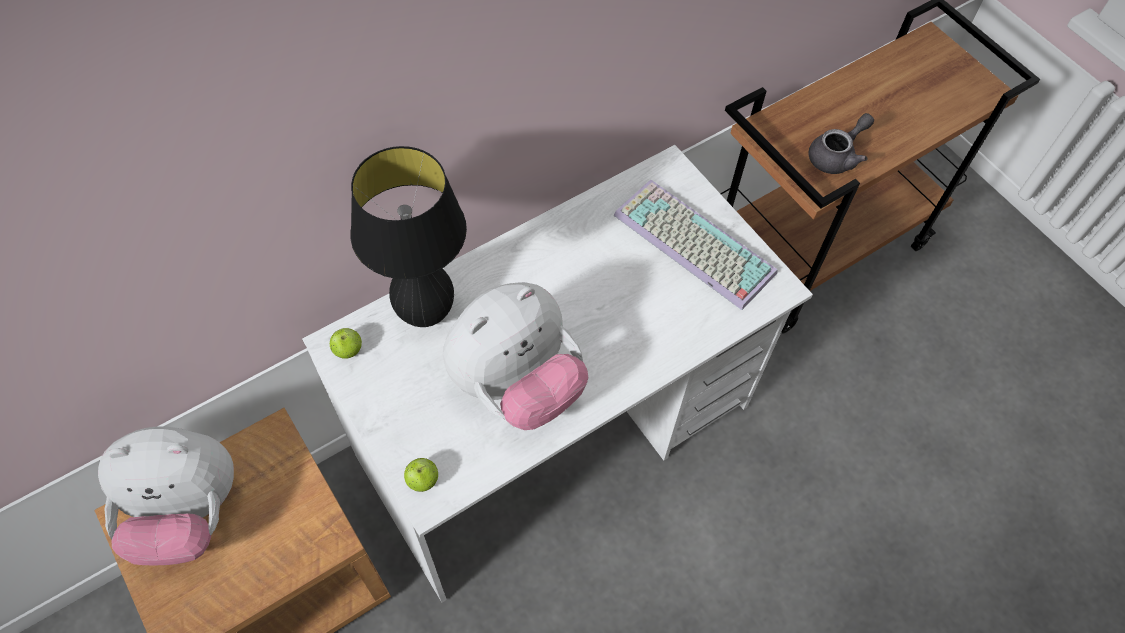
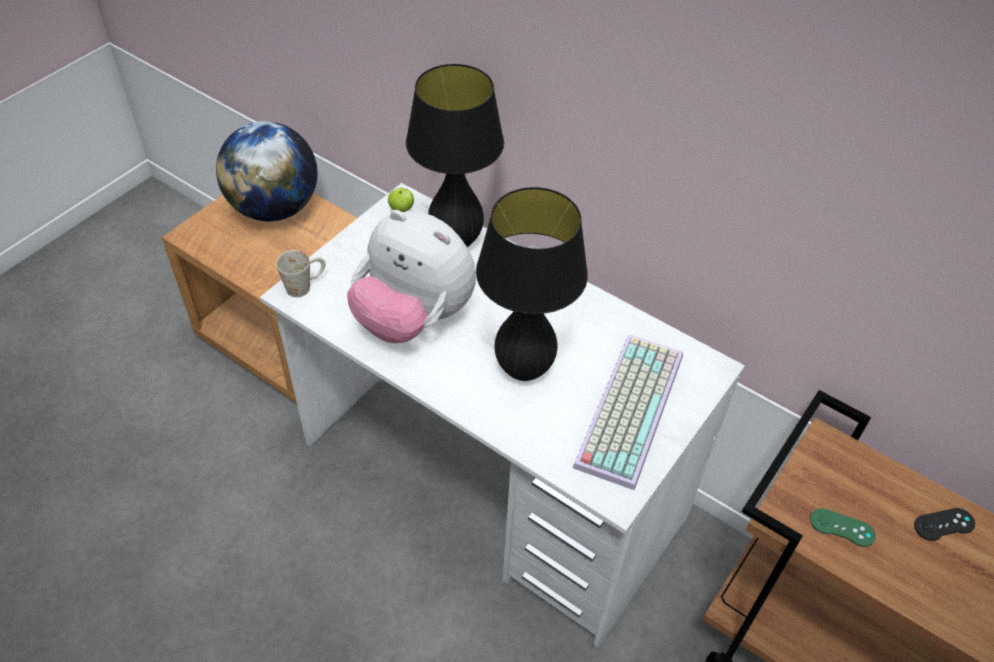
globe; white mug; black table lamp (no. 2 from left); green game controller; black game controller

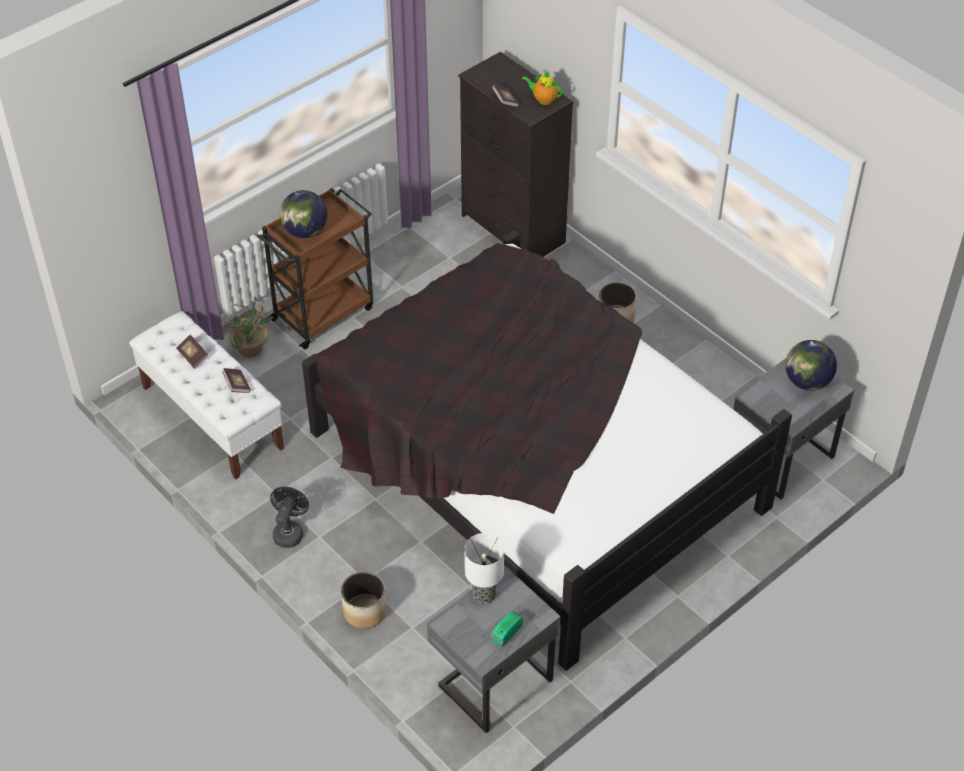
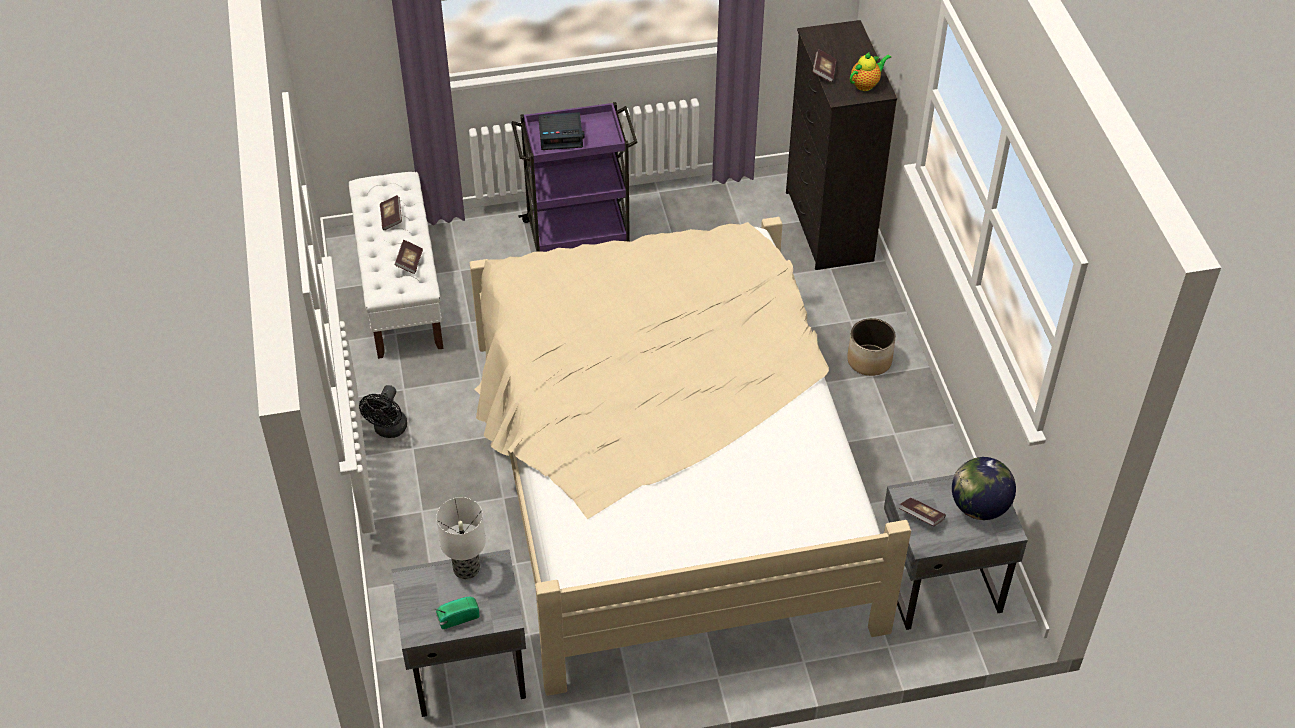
black fan; beige bed; purple cart; alarm clock; teapot; book (no. 4 from left); potted plant; planter (no. 1 from left in the first image)

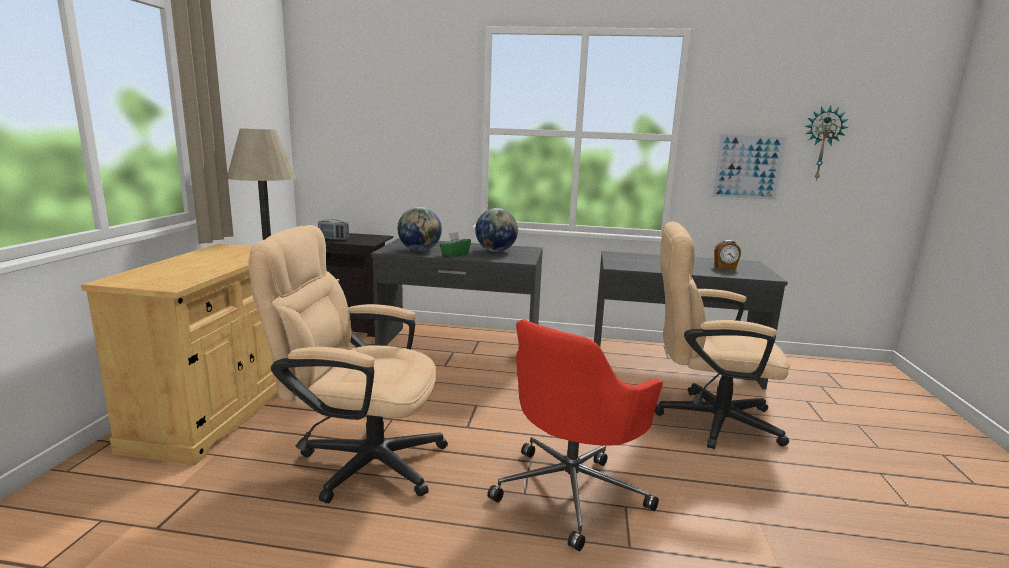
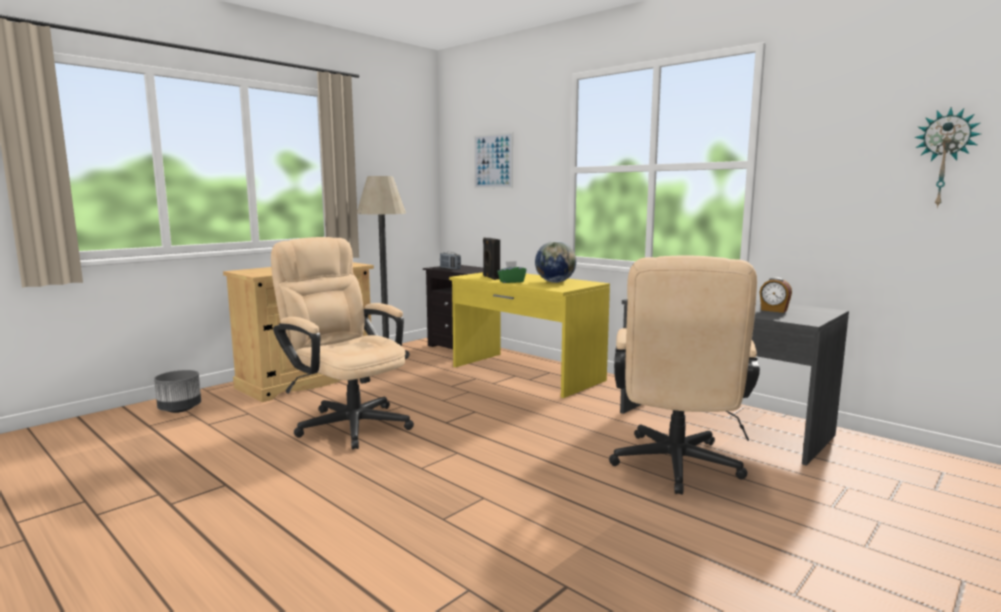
grey planter; yellow desk; picture; black speaker; beige office chair (no. 2 from left); red office chair

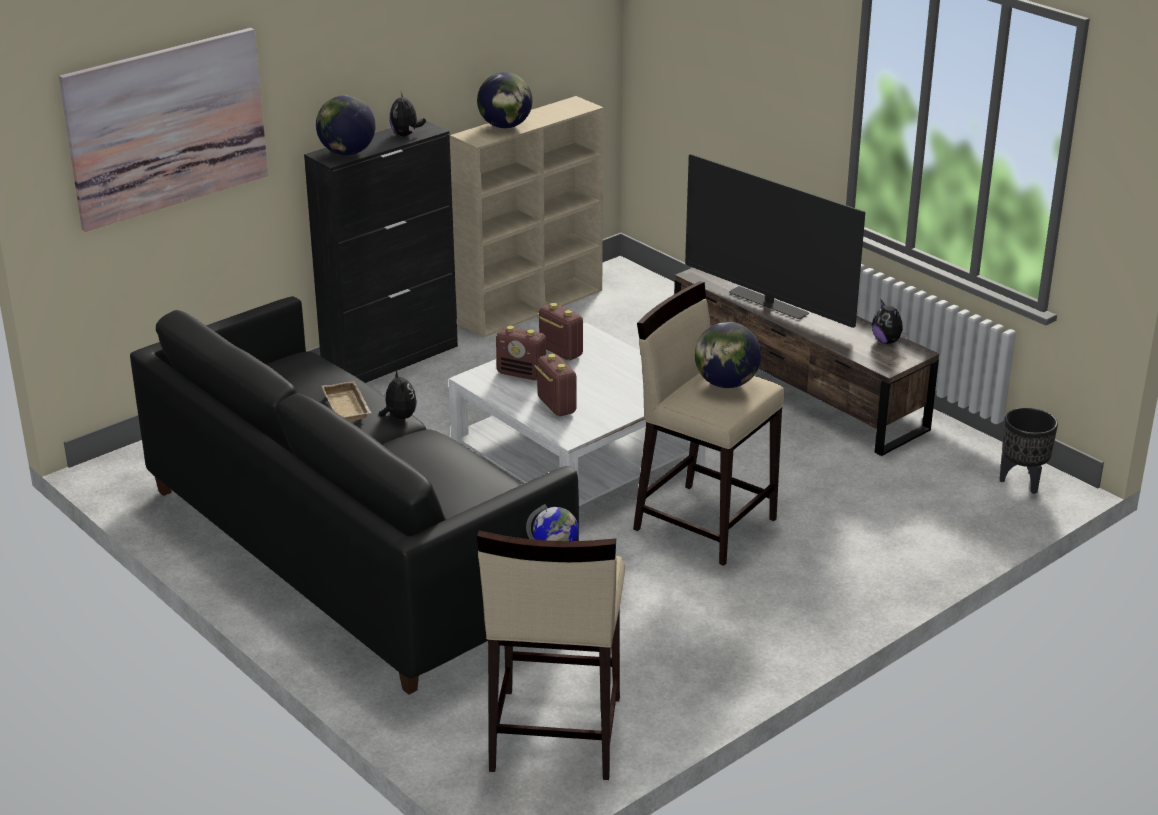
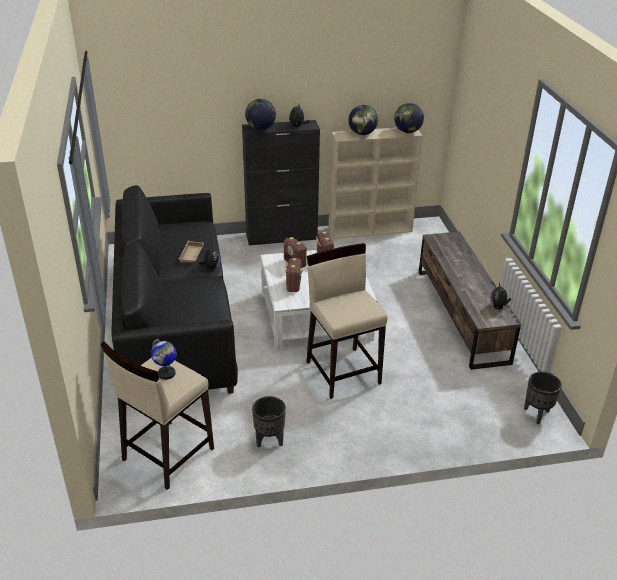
black planter (no. 1 from left); globe (no. 4 from left); picture; television

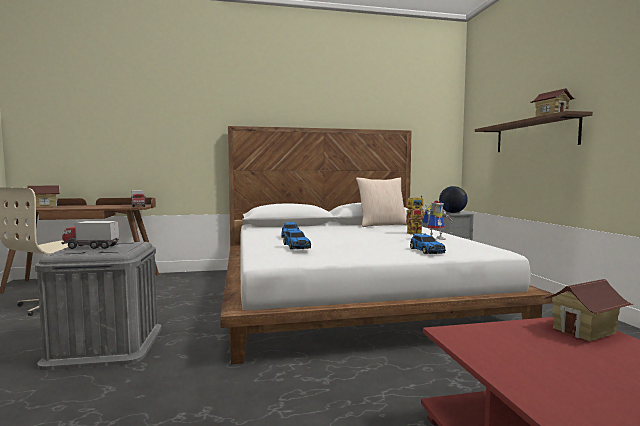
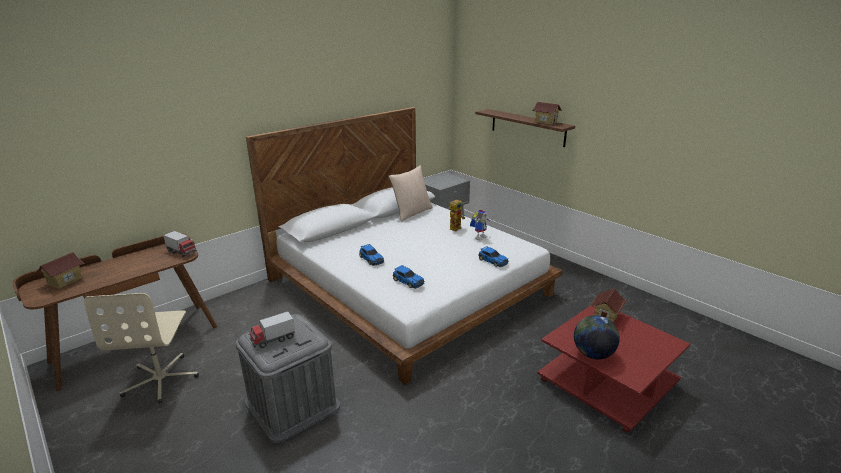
globe

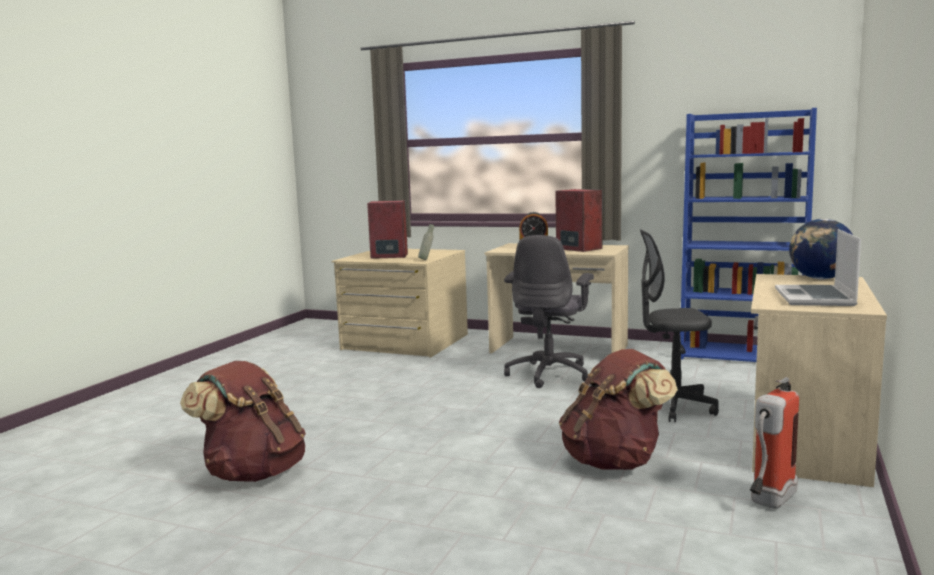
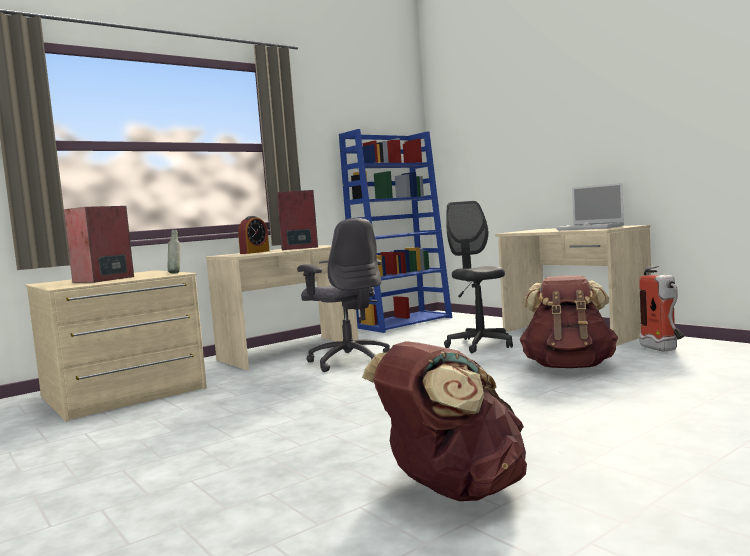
grey office chair (no. 2 from left); globe

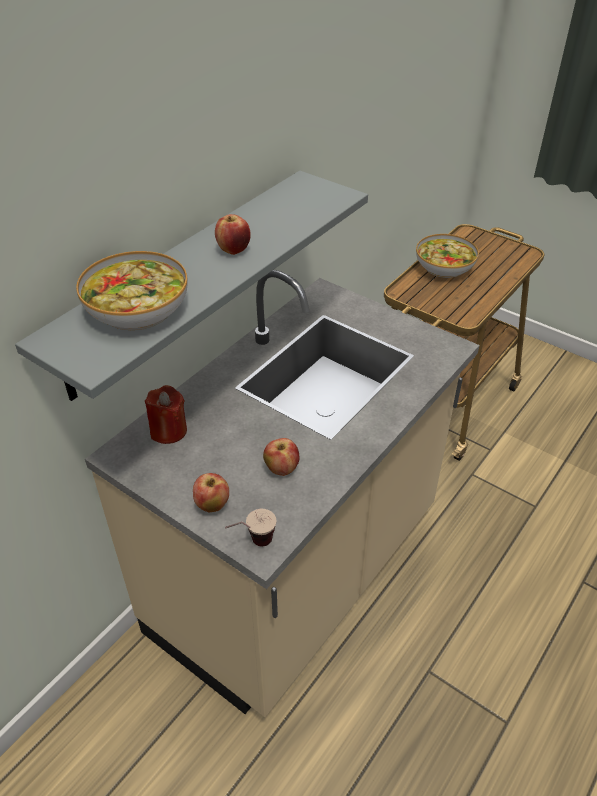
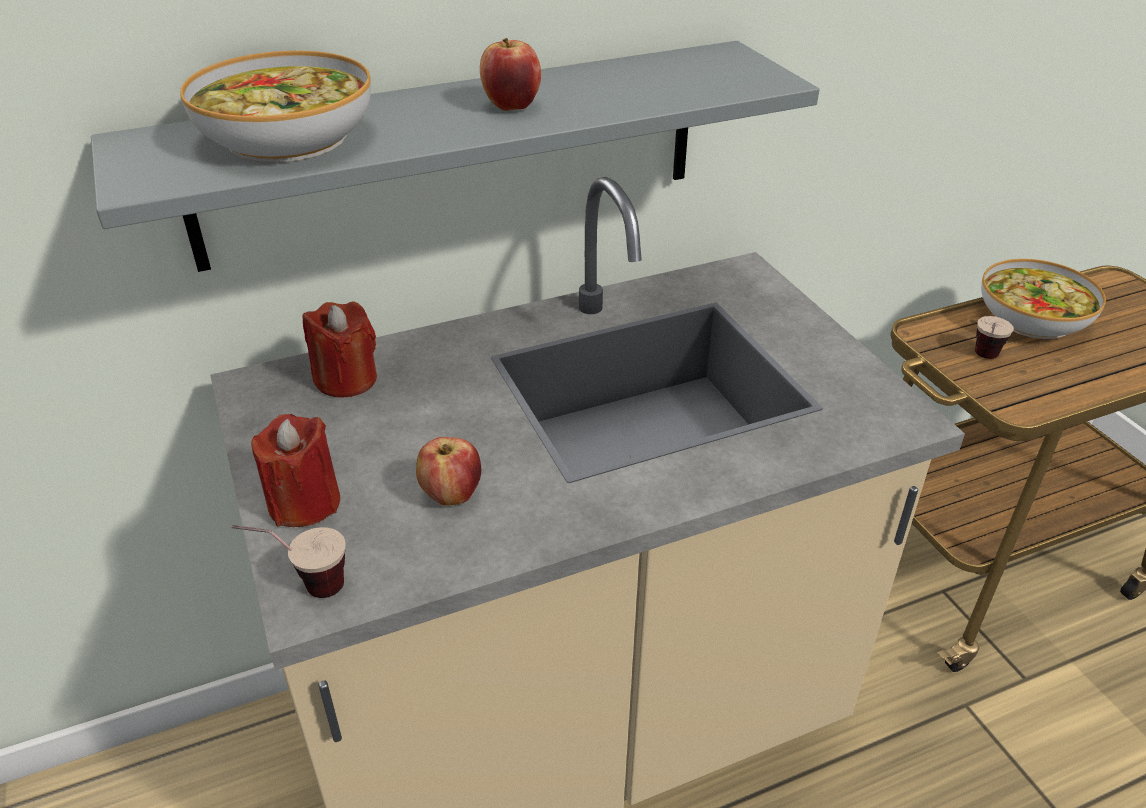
red candle (no. 1 from left); cup (no. 2 from left)

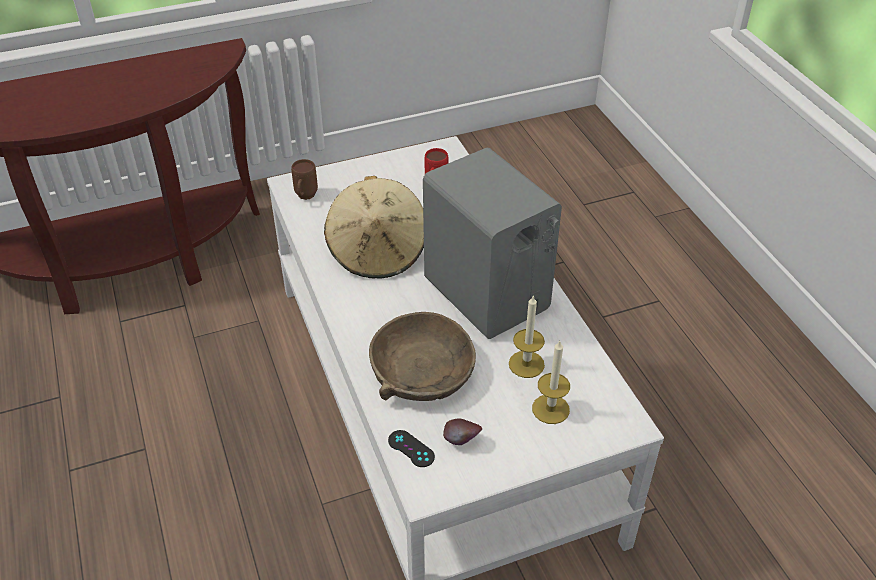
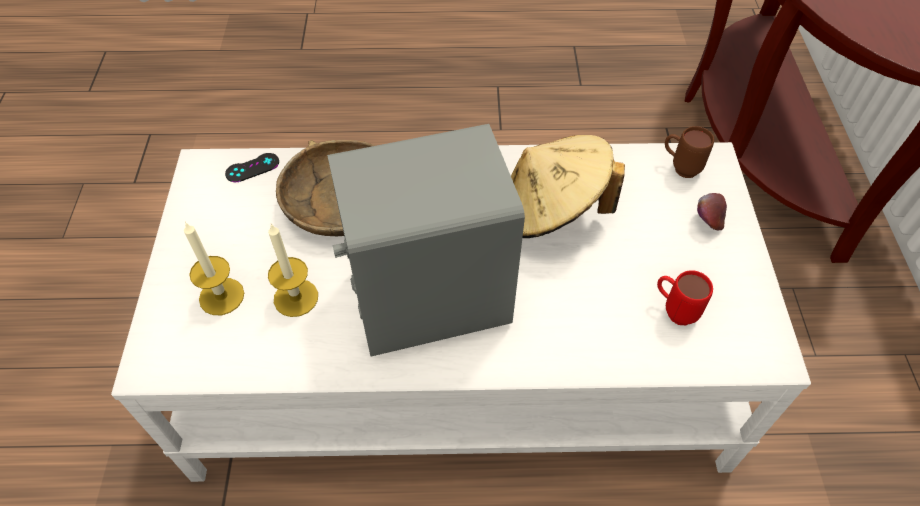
apple

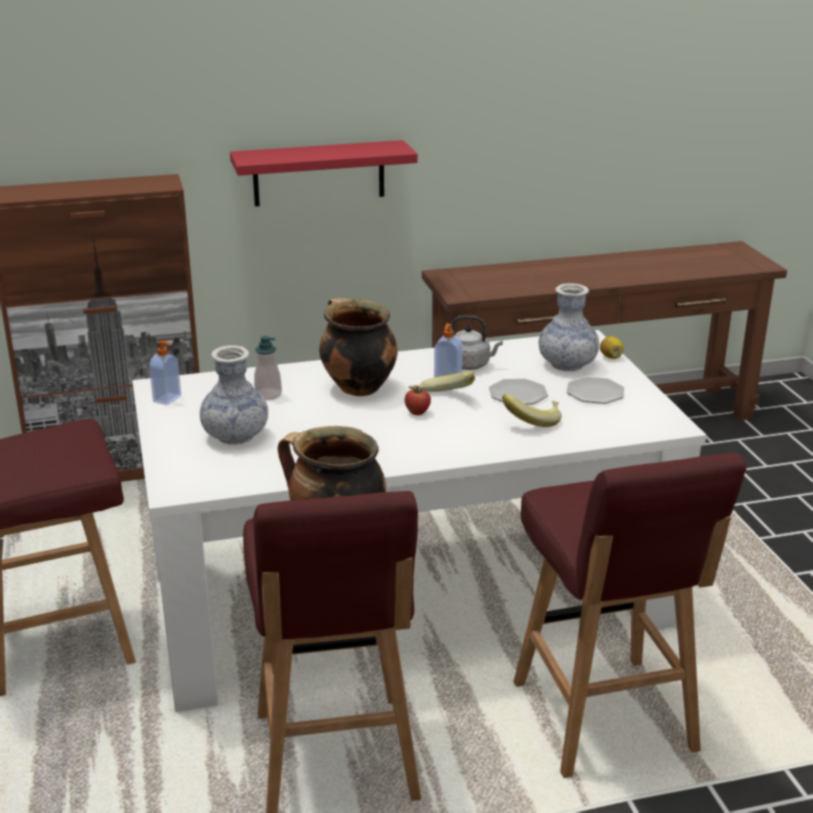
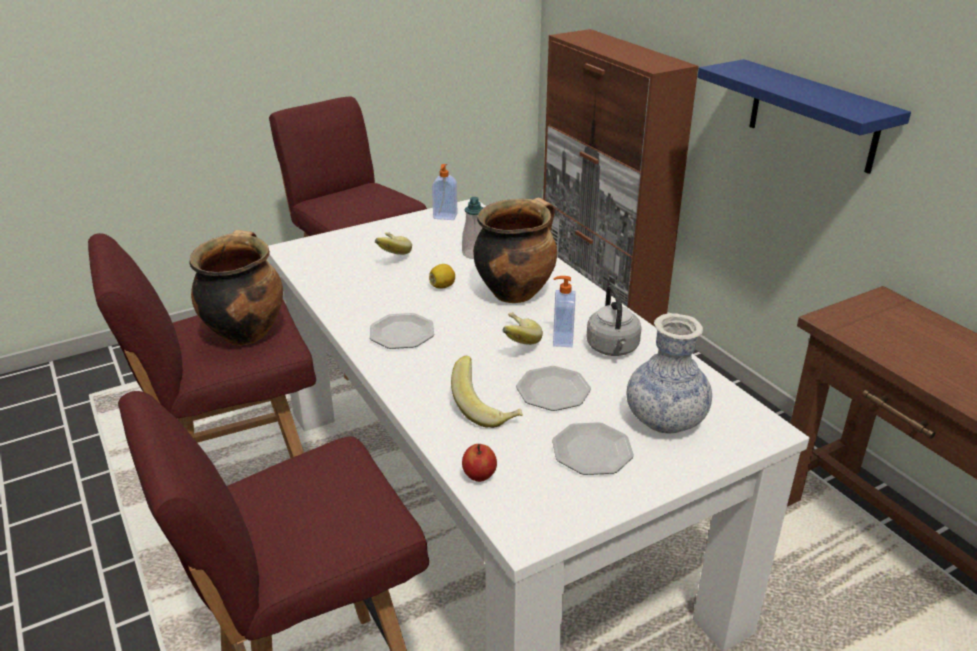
plate (no. 1 from left); banana (no. 1 from left); lemon; apple; blue shelf

